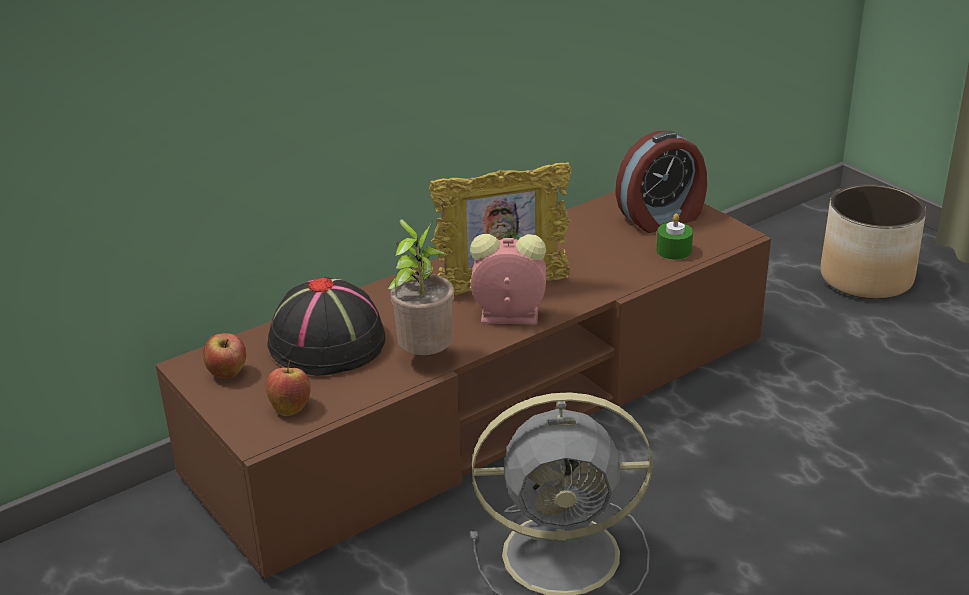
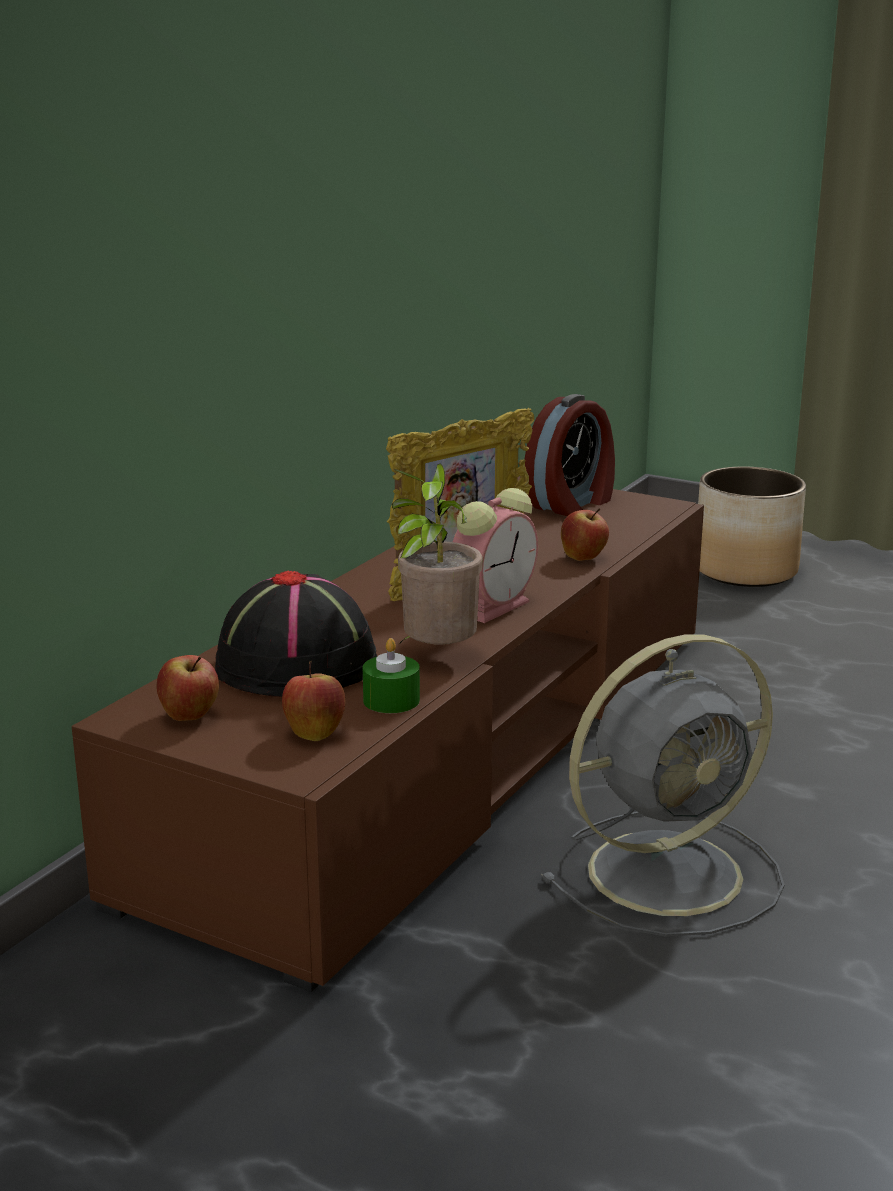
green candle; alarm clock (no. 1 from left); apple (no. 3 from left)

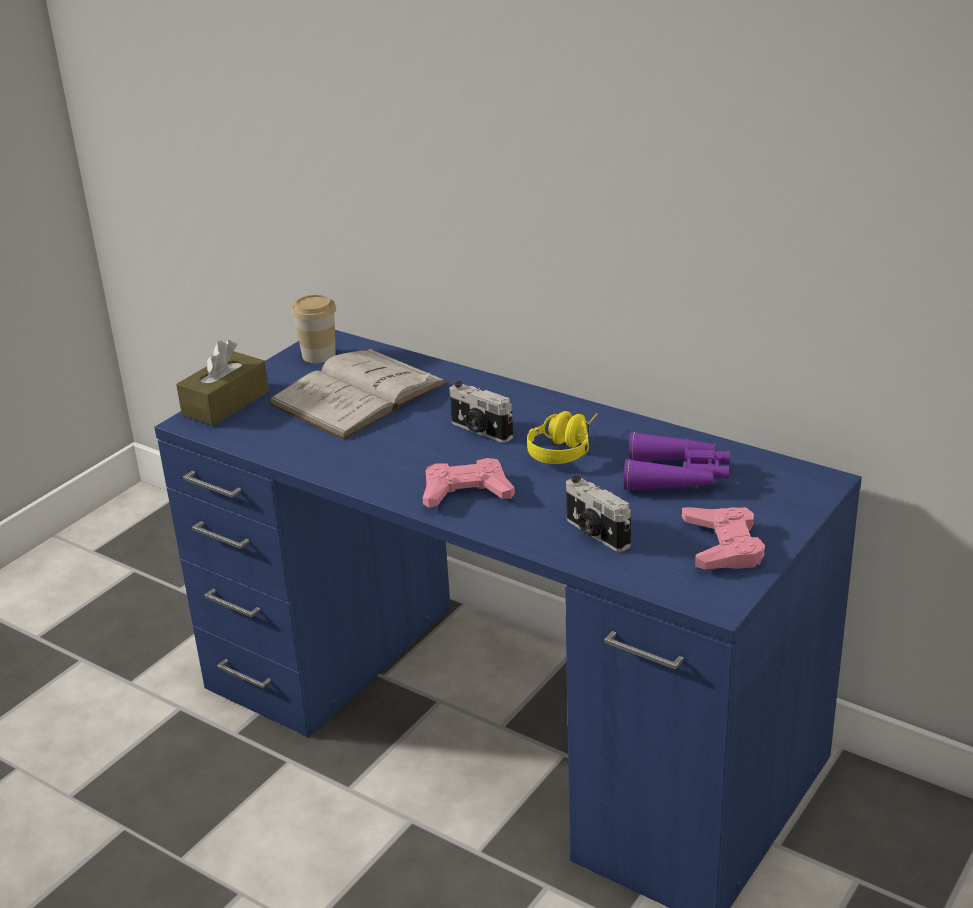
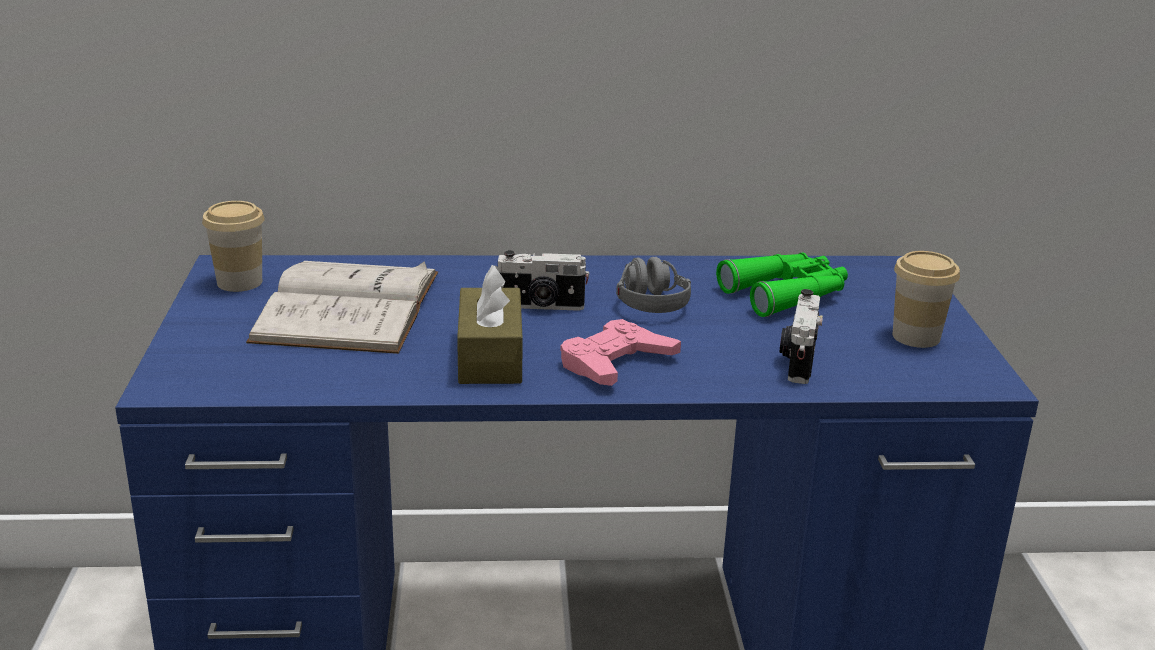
brown tissue box; grey headphones; green binoculars; photo camera (no. 2 from left); cup (no. 2 from left)

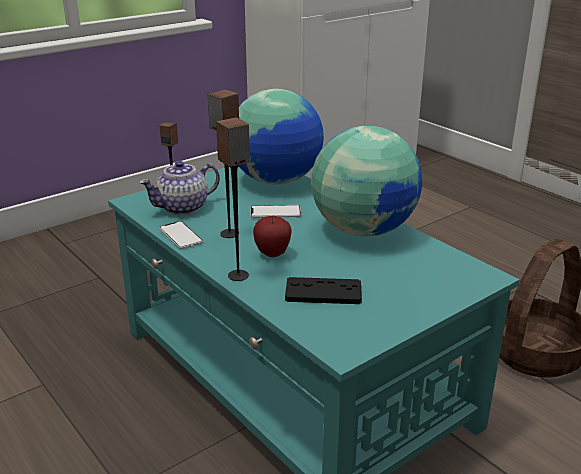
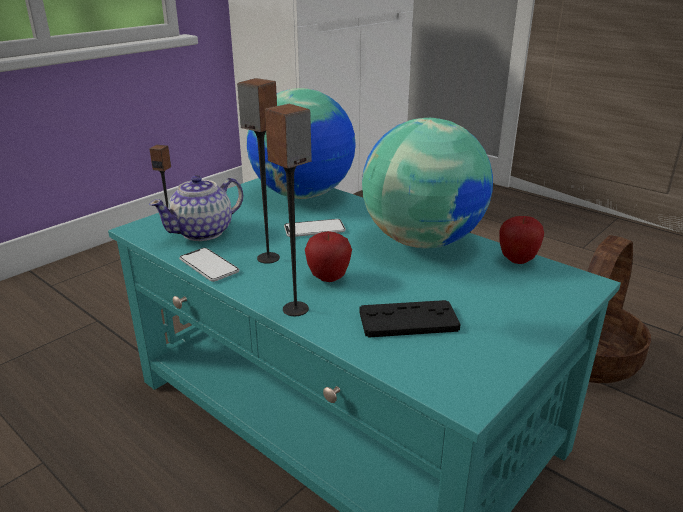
apple (no. 2 from left)

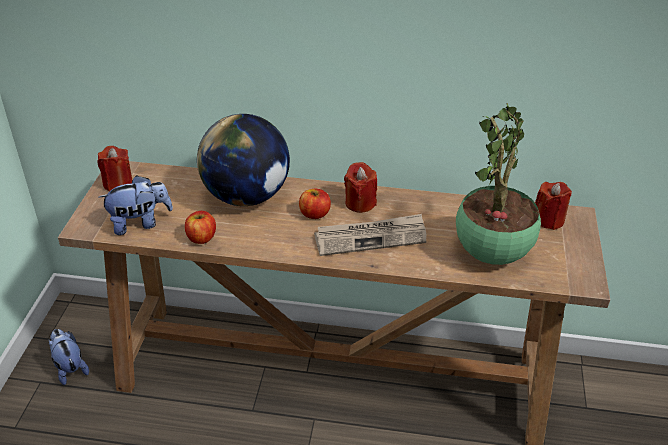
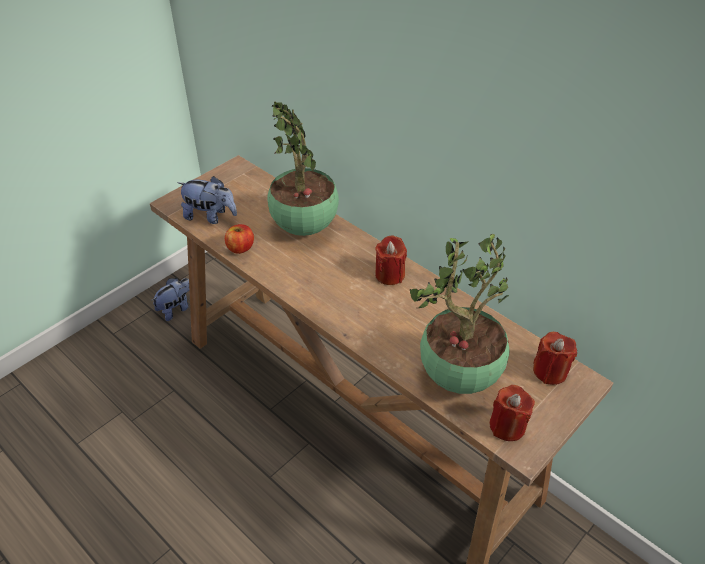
plush toy (no. 1 from left); potted plant (no. 1 from left); red candle (no. 2 from left); apple (no. 2 from left in the first image); newspaper

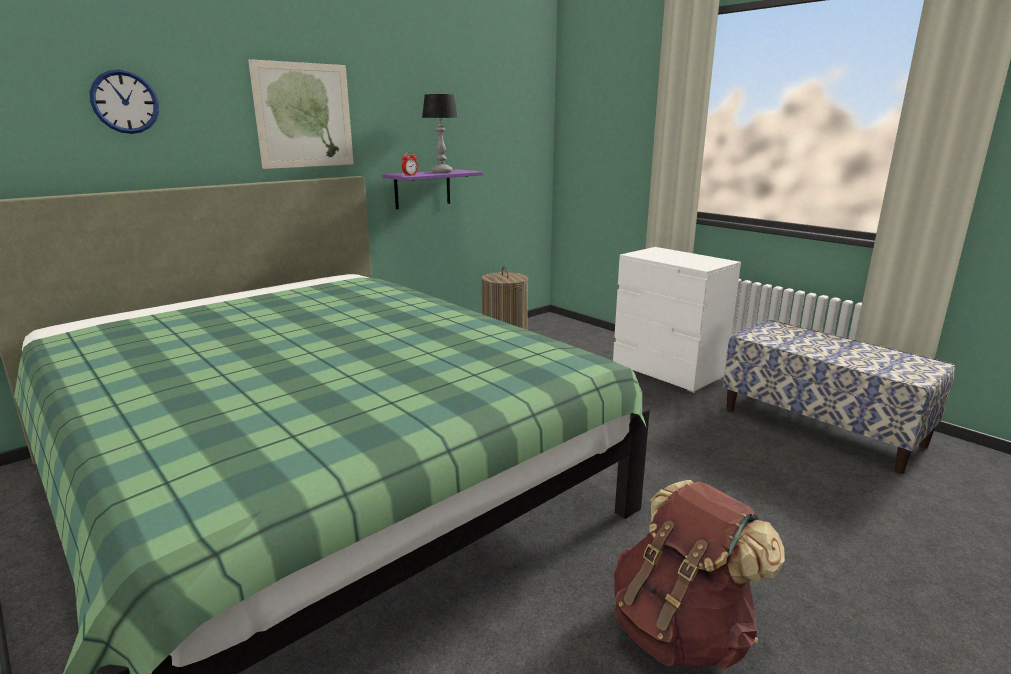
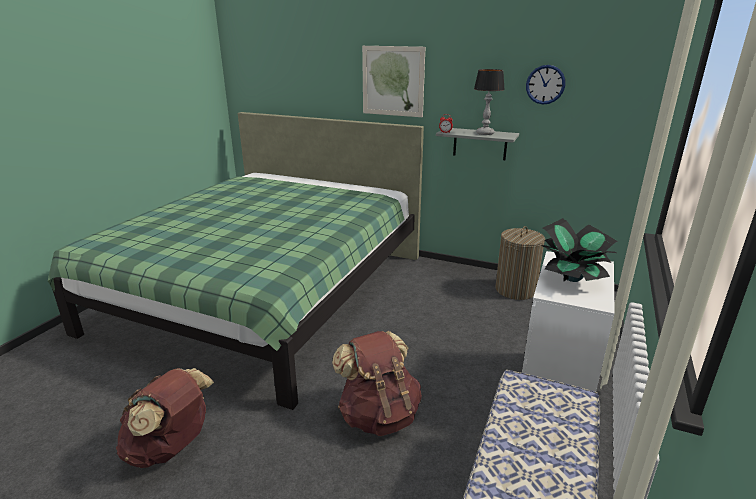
brown backpack (no. 2 from left); grey shelf; wall clock; potted plant

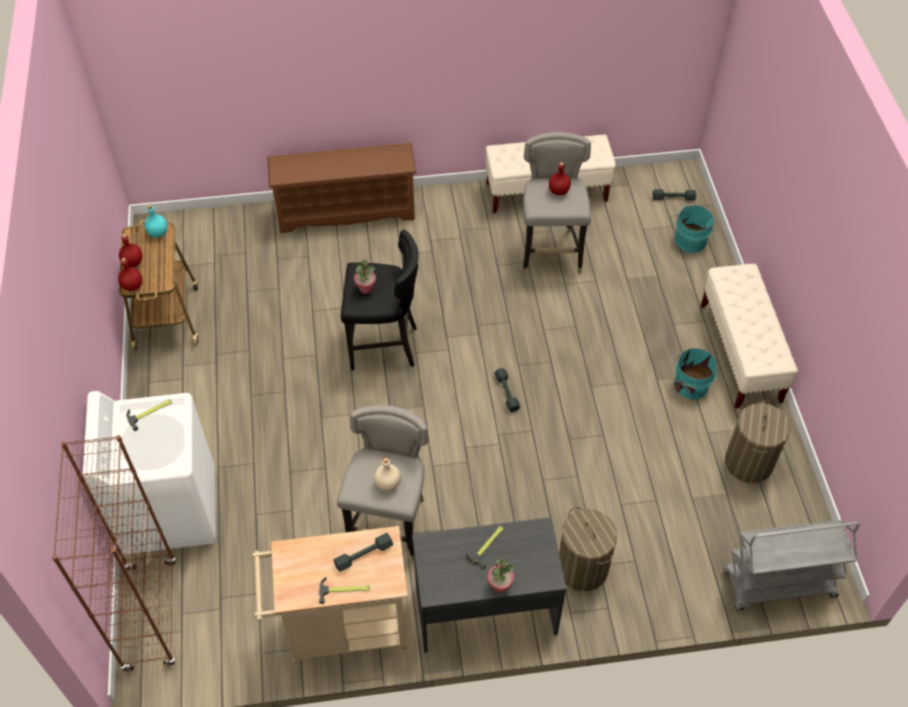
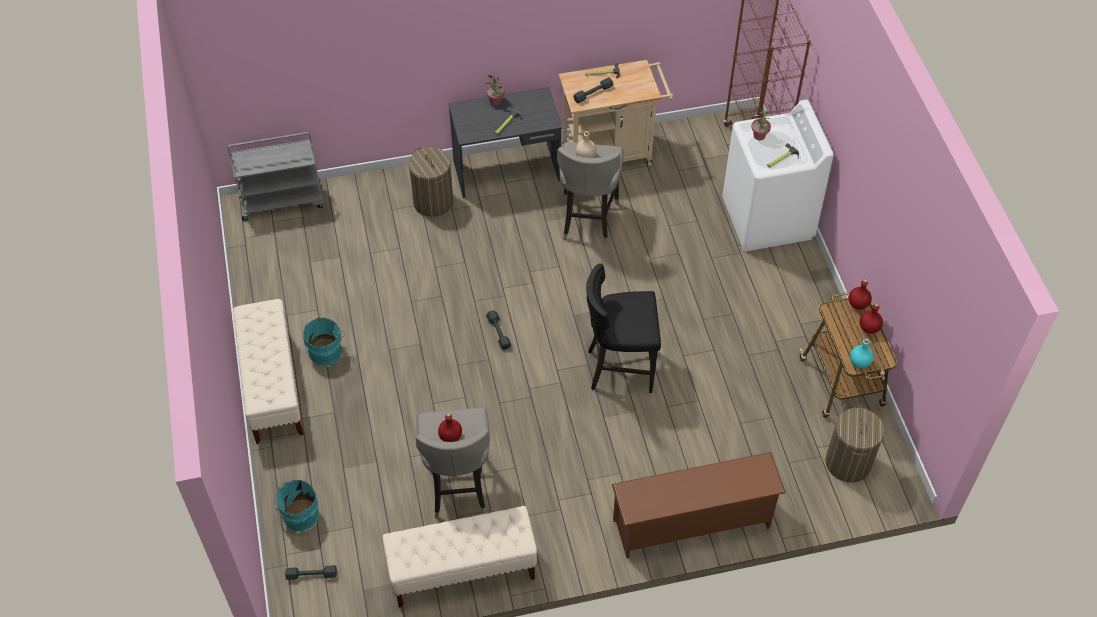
potted plant (no. 2 from left); laundry basket (no. 2 from left)

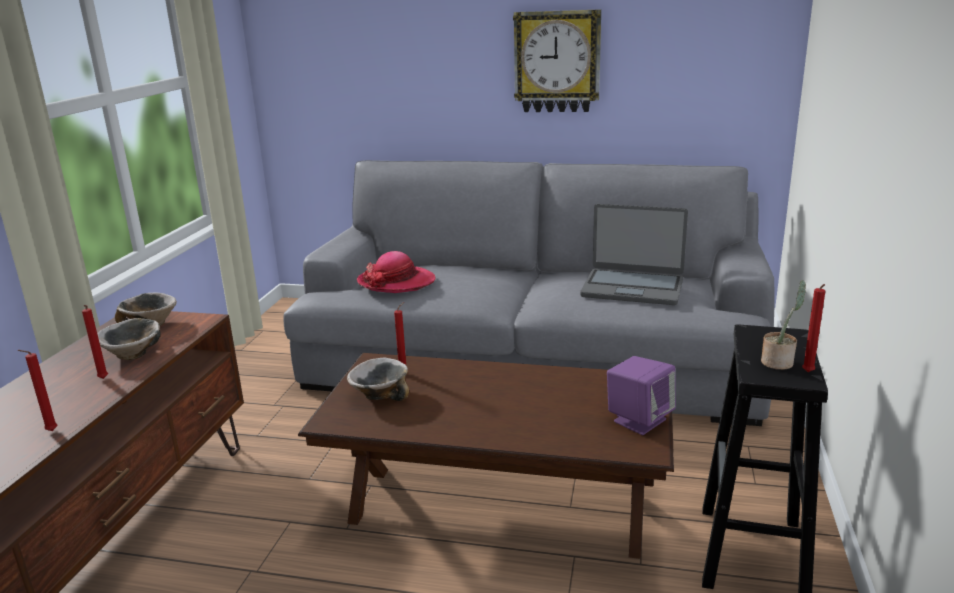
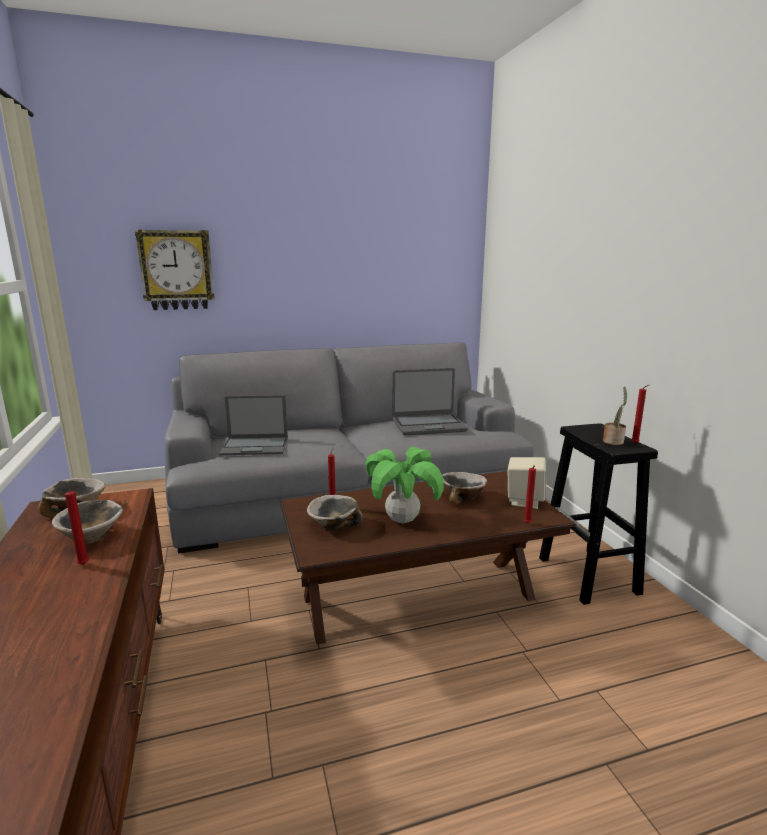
wall clock; laptop (no. 1 from left); potted plant (no. 1 from left); bowl (no. 4 from left); beige speaker; red candle (no. 3 from left)

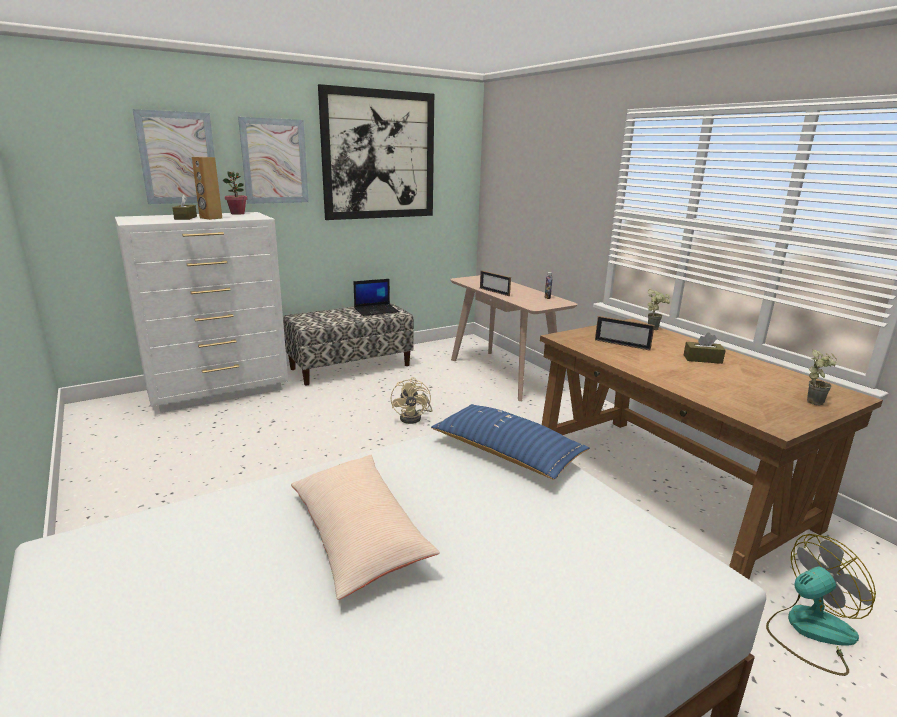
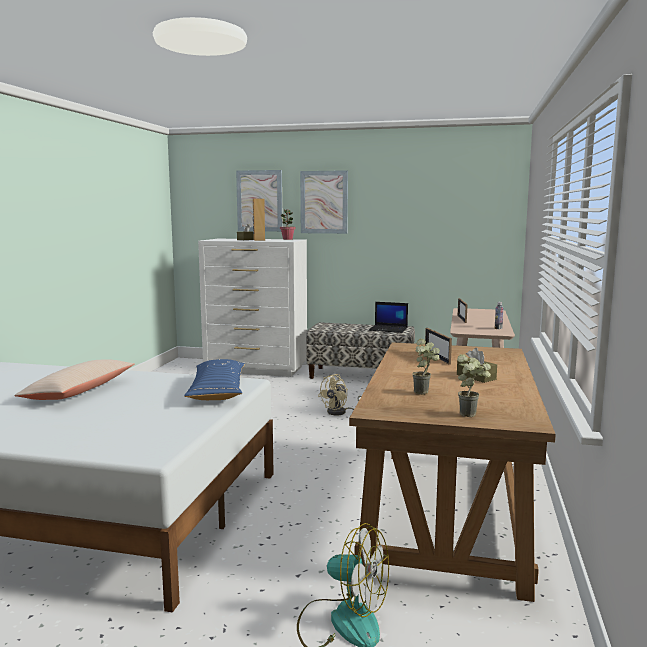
potted plant (no. 2 from left); picture (no. 3 from left in the first image)

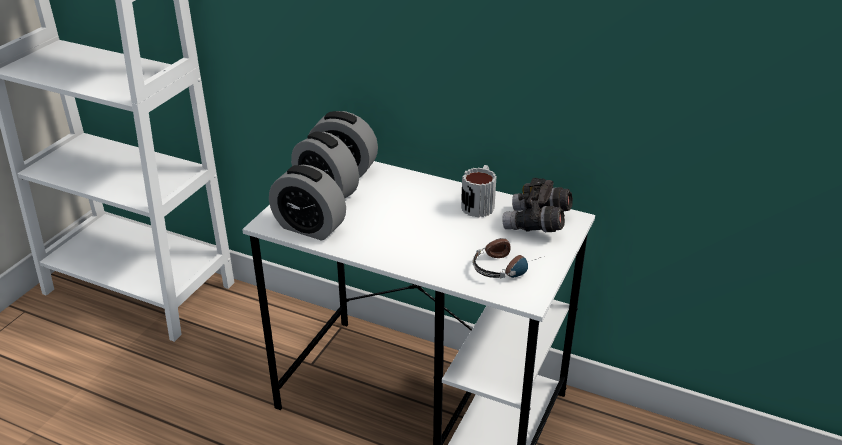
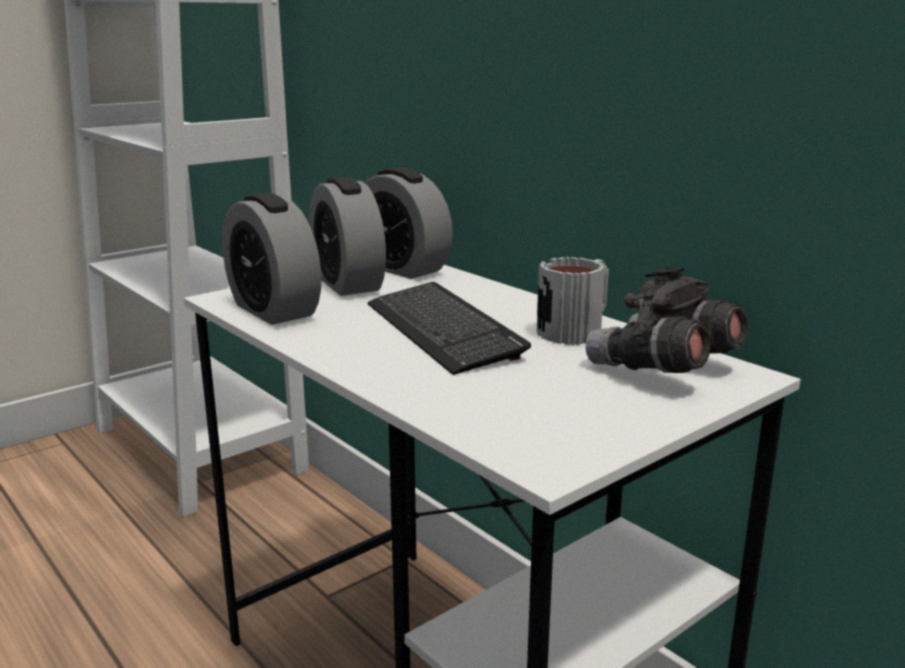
keyboard; headphones

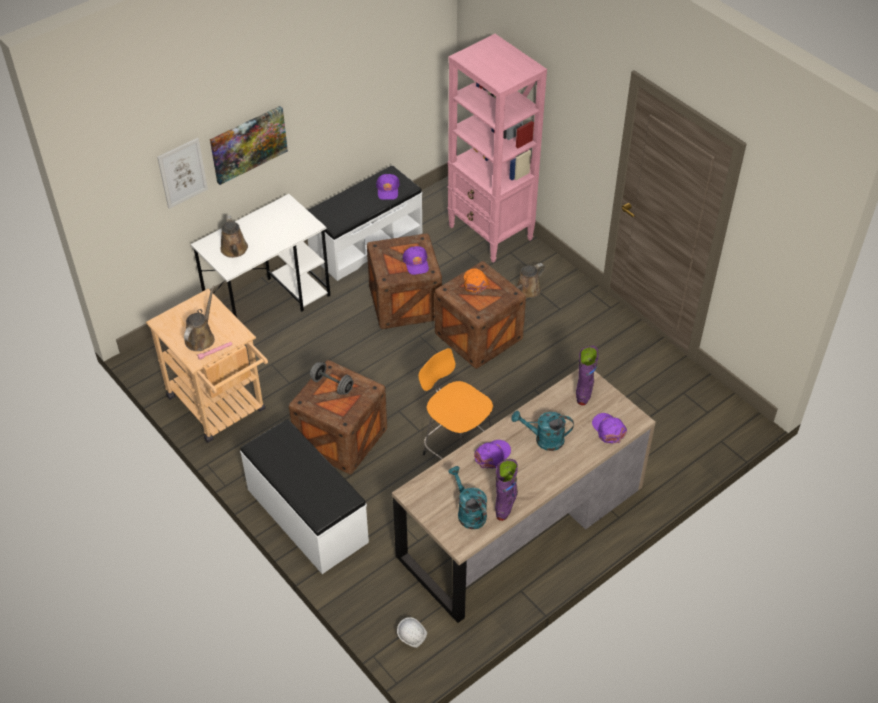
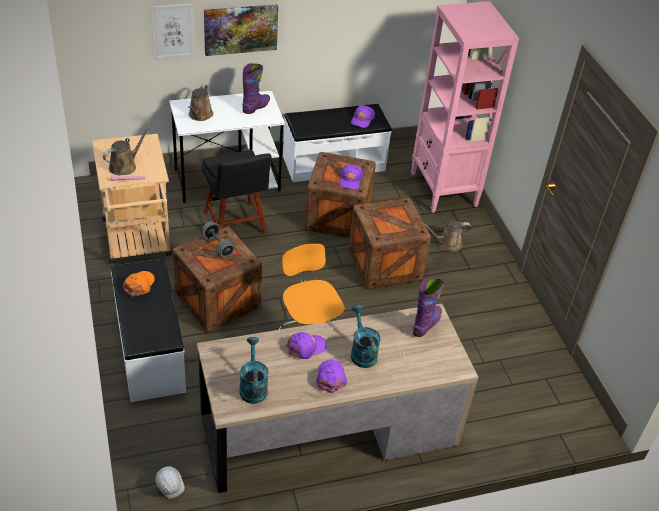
orange cap; black chair; purple boot (no. 1 from left); purple cap (no. 2 from left); turquoise watering can (no. 2 from left)

